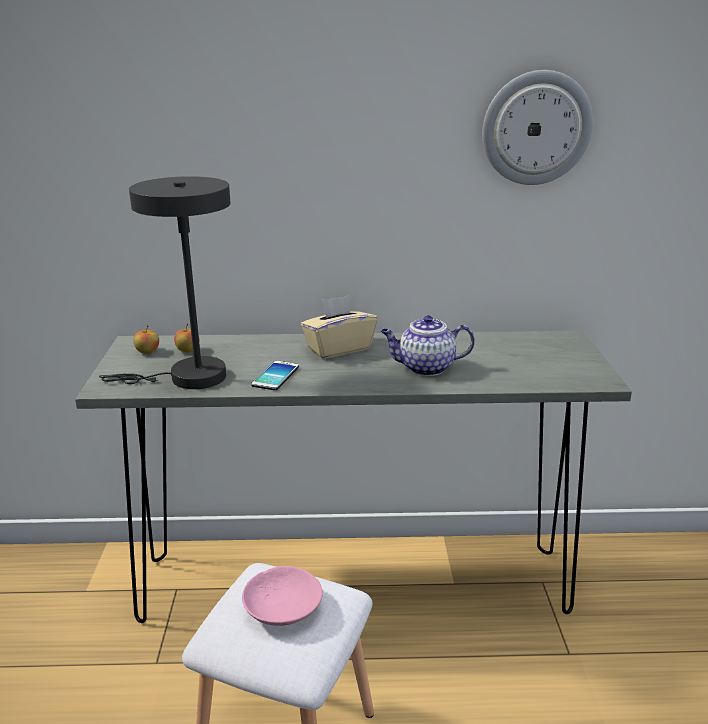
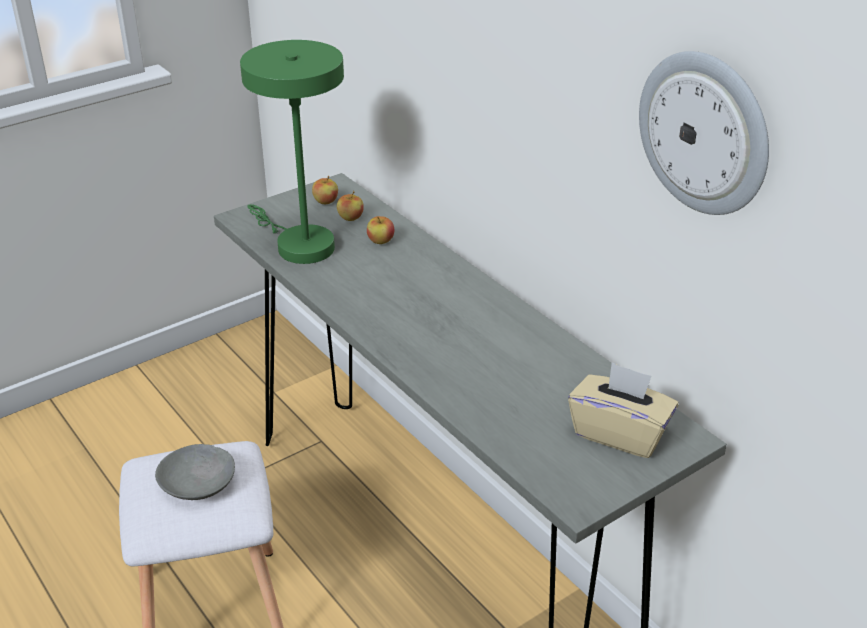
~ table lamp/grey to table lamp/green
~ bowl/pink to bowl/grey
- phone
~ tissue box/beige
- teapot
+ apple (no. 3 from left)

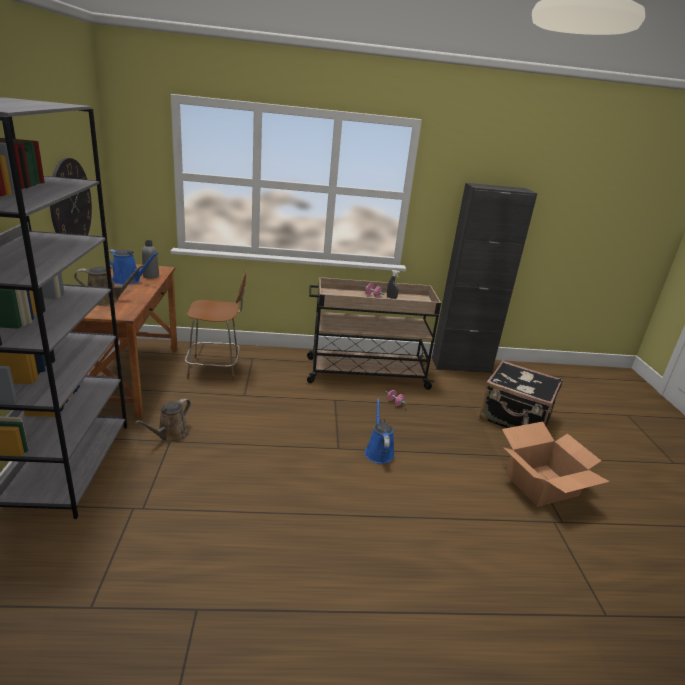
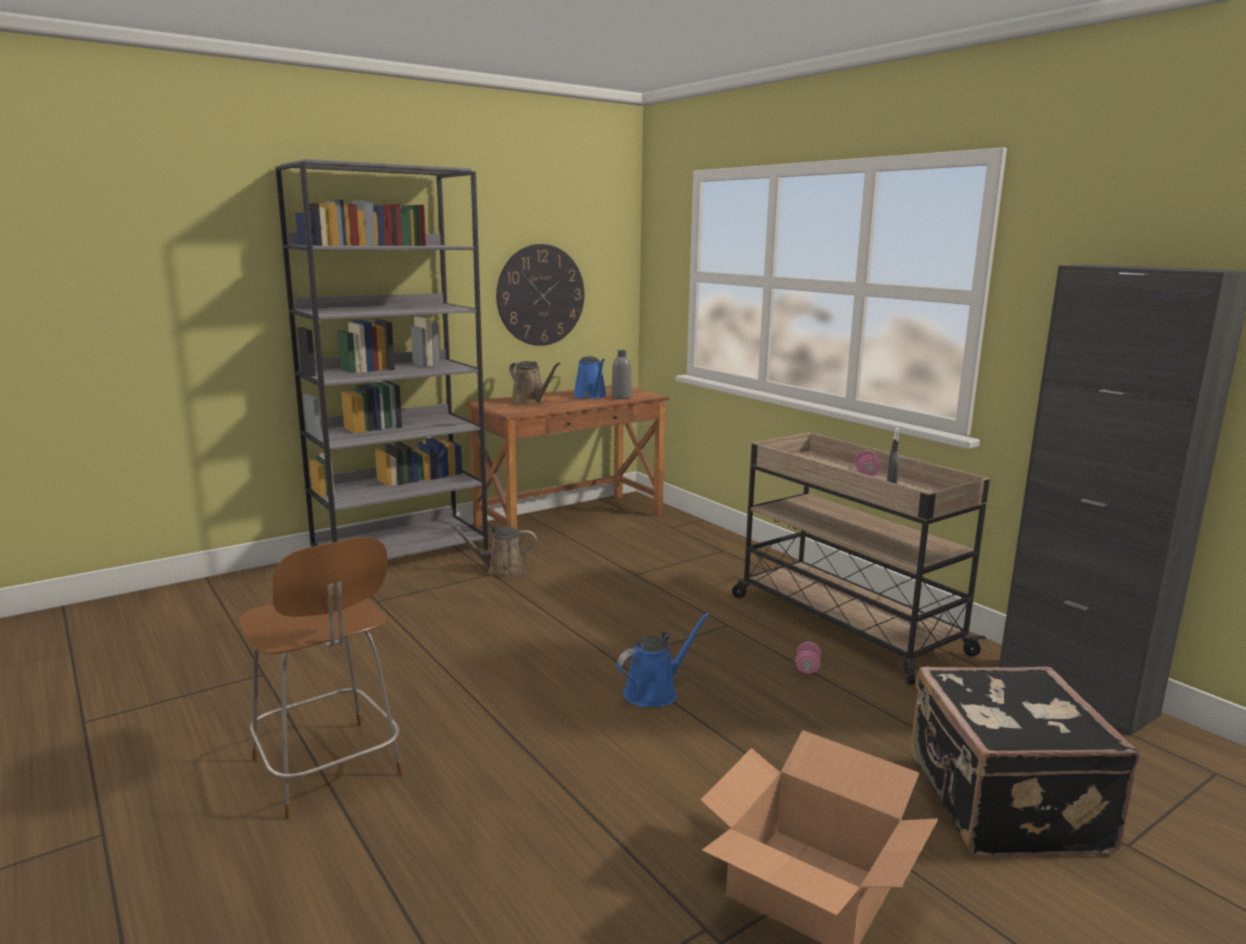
~ chair/brown

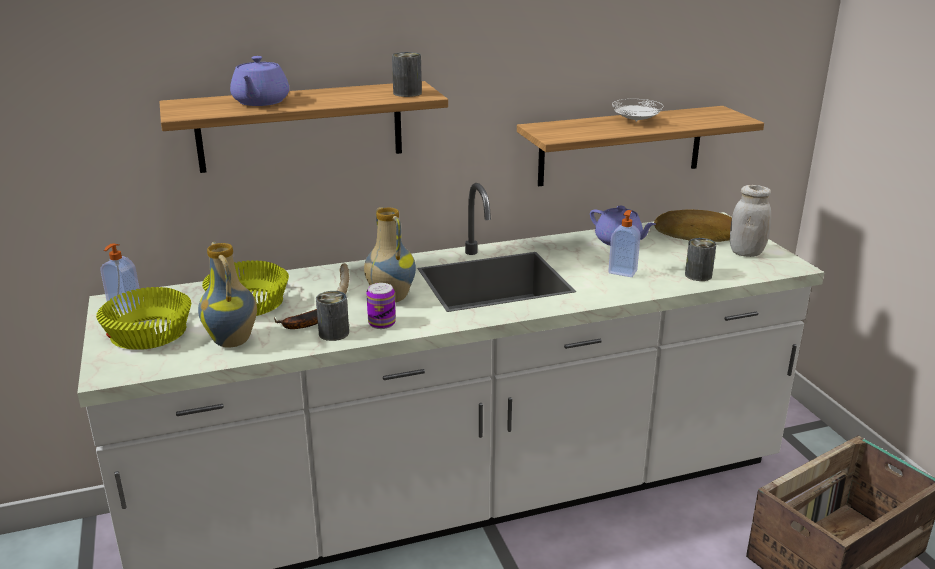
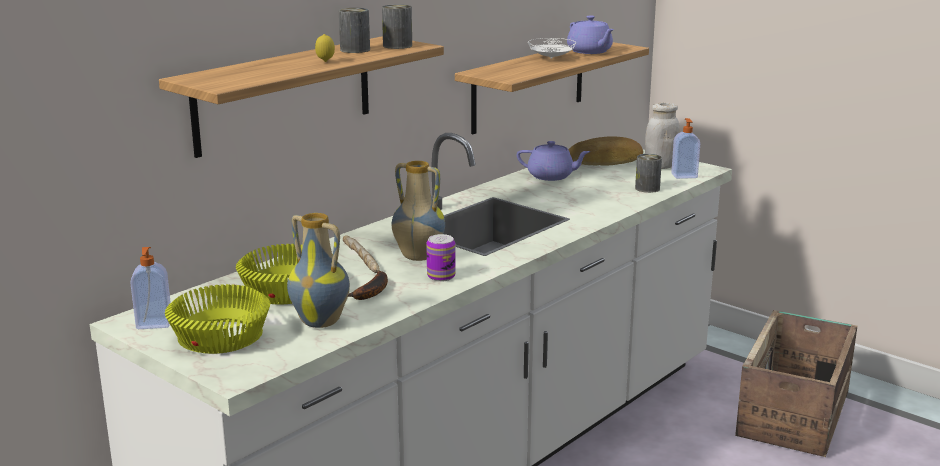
~ teapot/purple (no. 1 from left in the first image) to teapot/purple (no. 2 from left)
~ can (no. 1 from left)
~ soap dispenser (no. 2 from left)
+ lemon

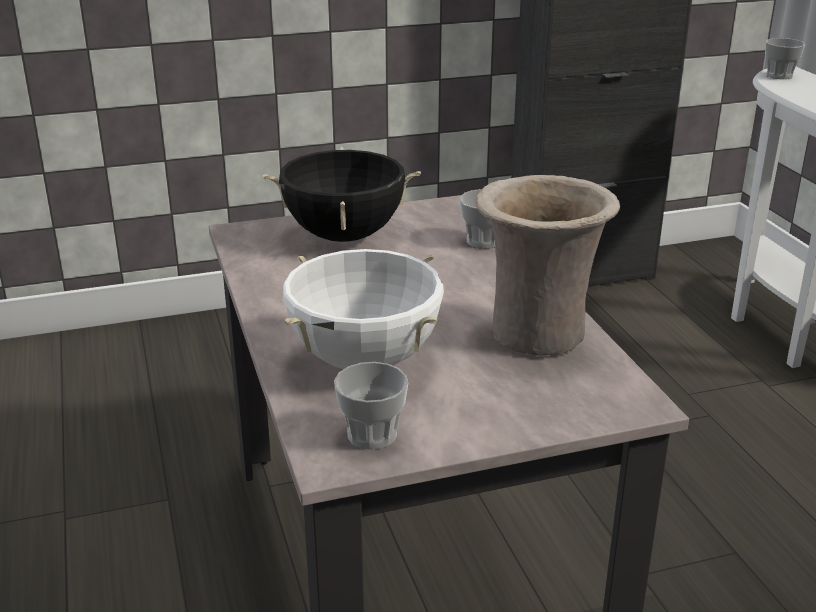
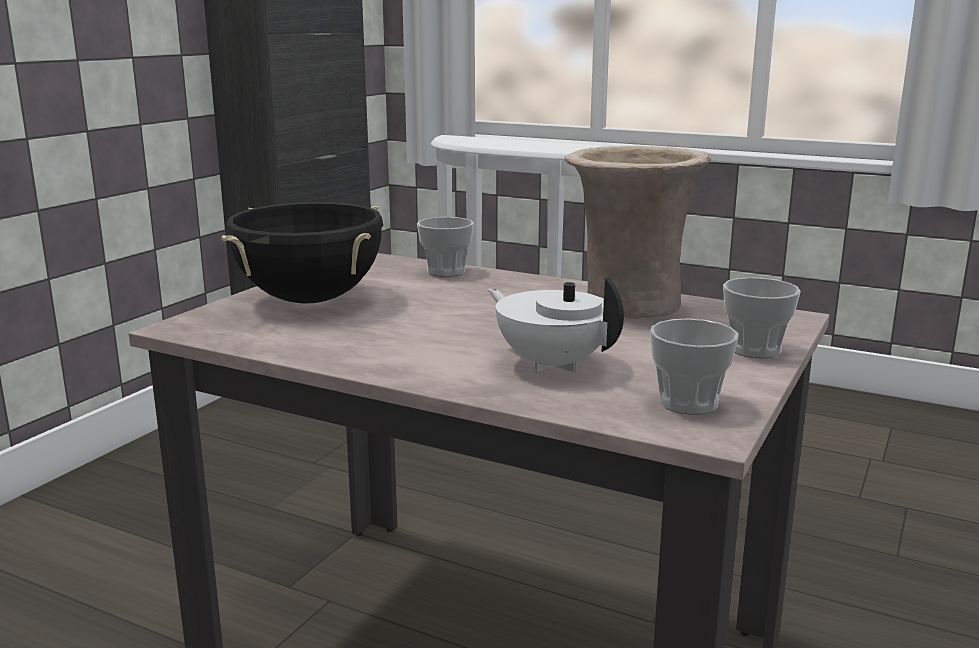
~ cooking pot/white to teapot/white
~ cup (no. 3 from left)

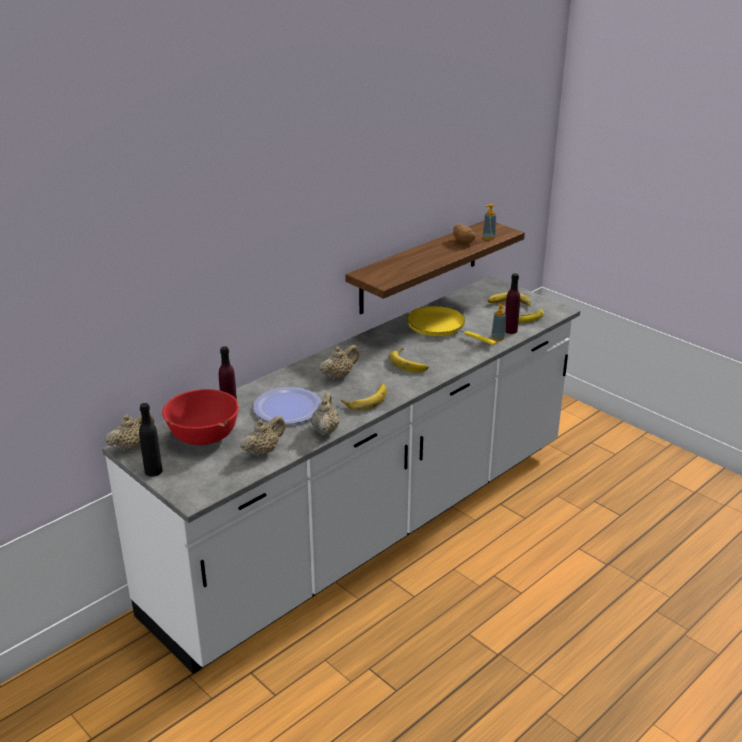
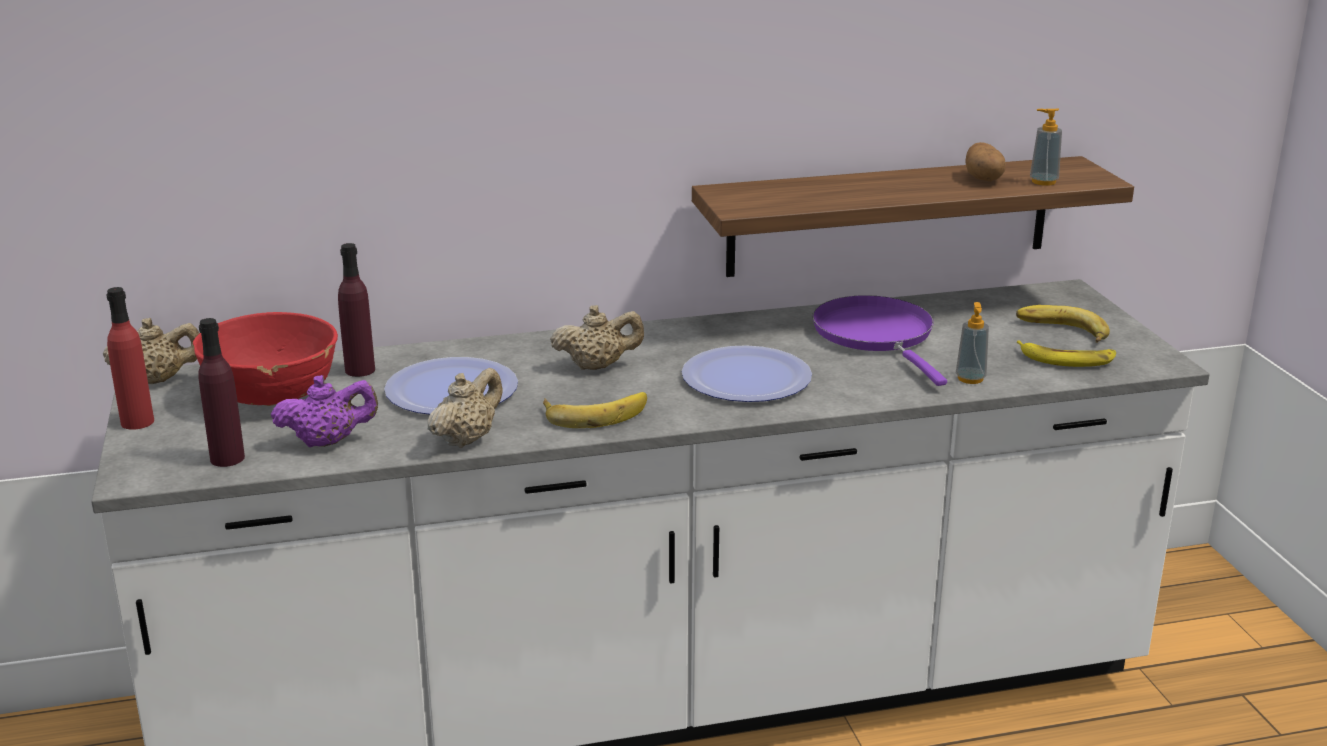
~ bottle/black to bottle/red
~ teapot/beige (no. 2 from left) to teapot/purple
~ banana (no. 2 from left) to plate (no. 2 from left)
~ frying pan/yellow to frying pan/purple
~ bottle/purple (no. 2 from left in the first image) to bottle/purple (no. 1 from left)

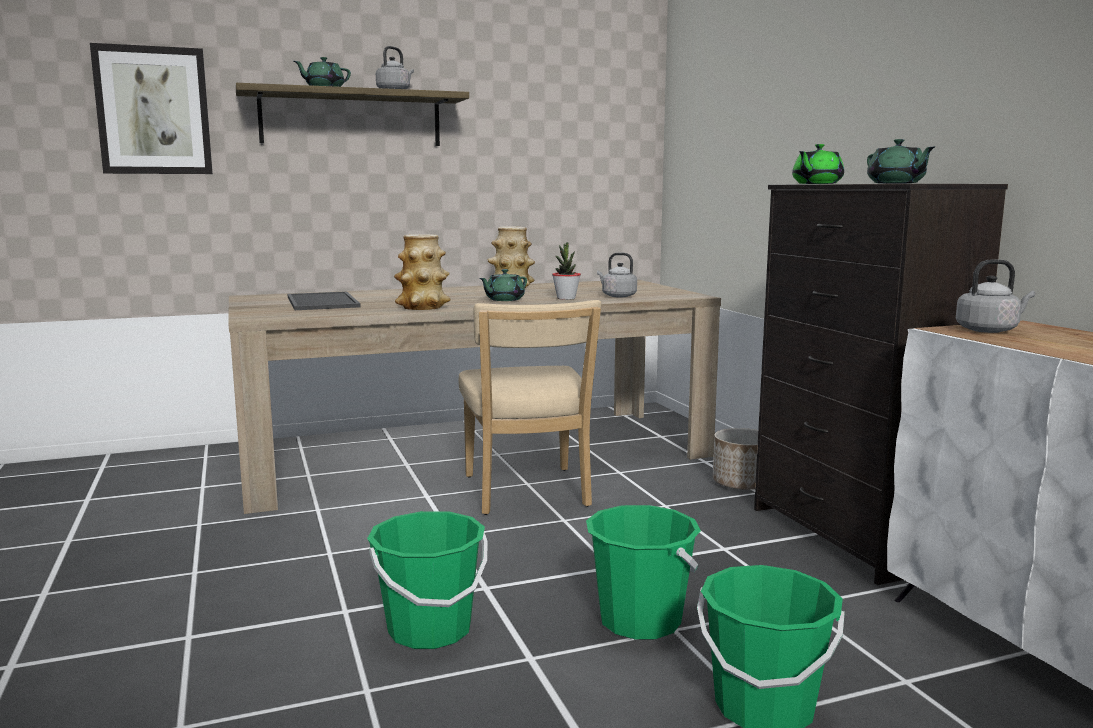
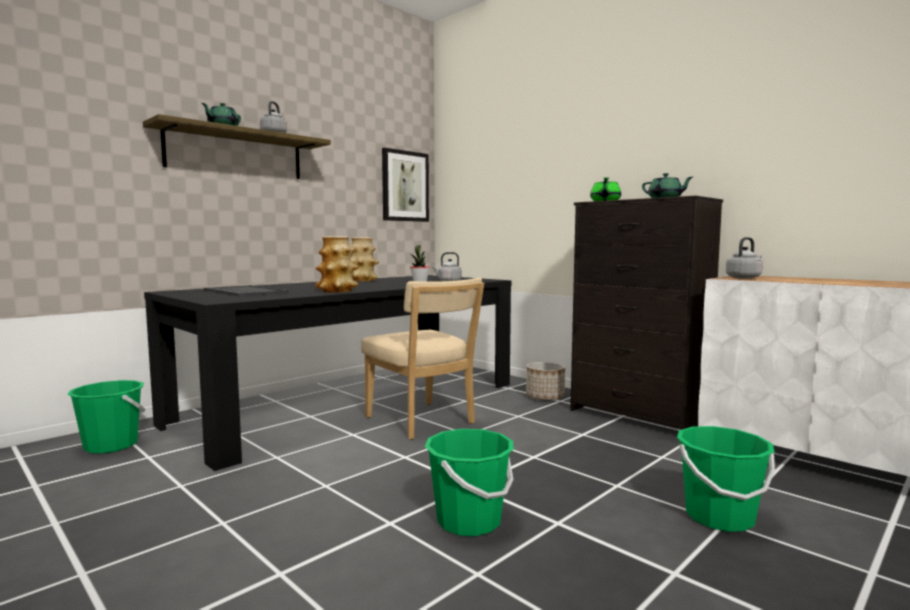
~ picture
~ dining table/beige to dining table/black
- teapot/green (no. 2 from left)
~ bucket/green (no. 2 from left in the first image) to bucket/green (no. 1 from left)

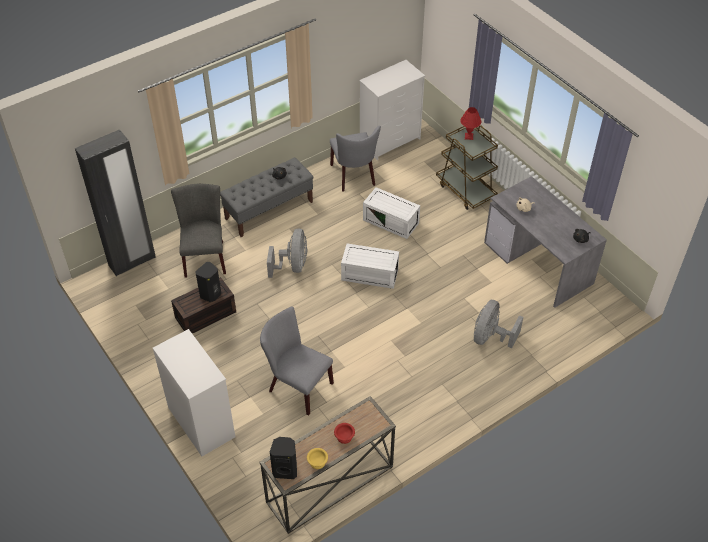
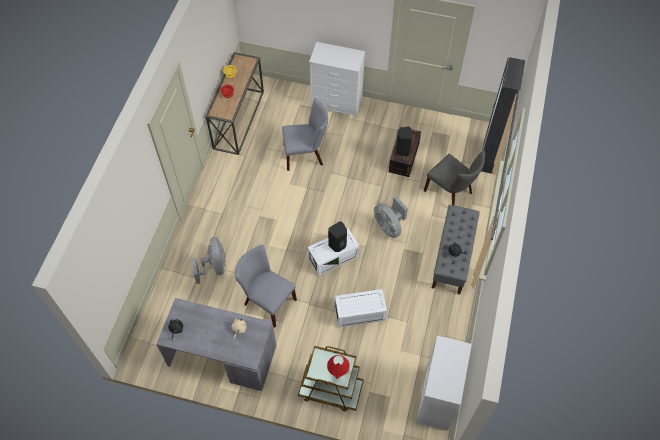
~ speaker/black (no. 2 from left in the first image) to speaker/black (no. 1 from left)
~ chair/grey (no. 3 from left in the first image) to chair/grey (no. 1 from left)

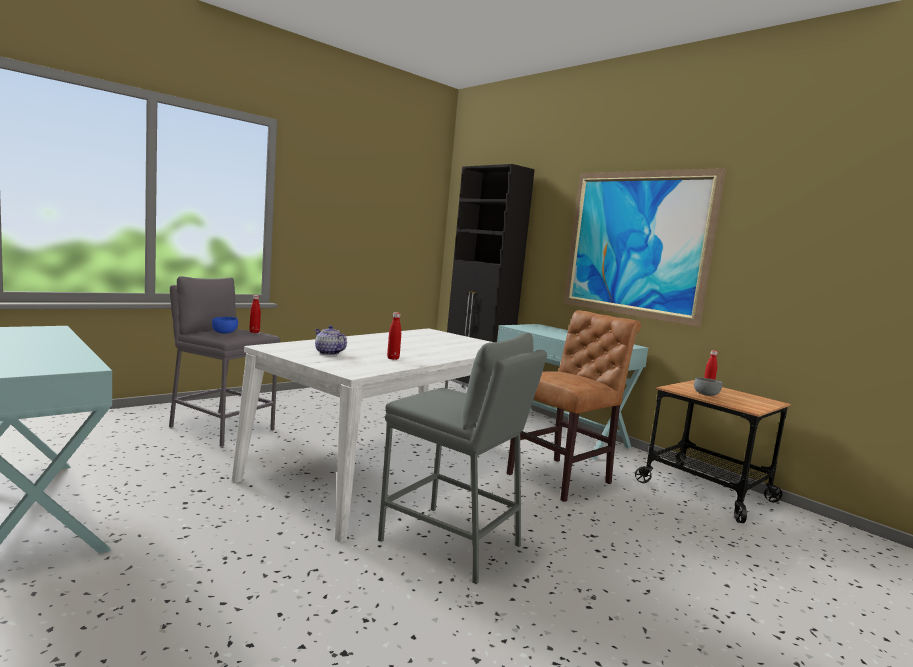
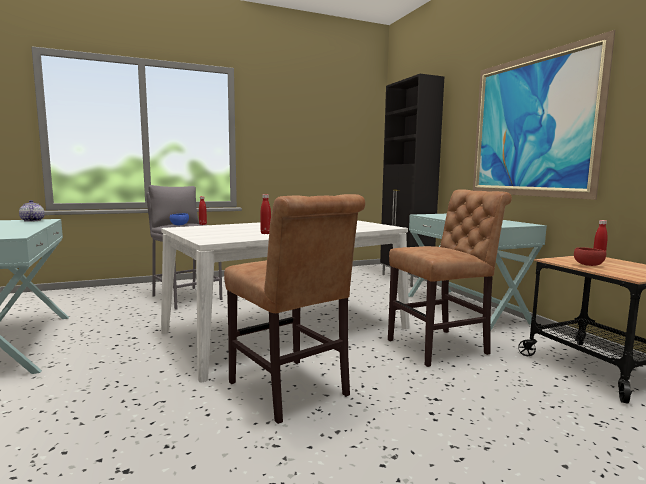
~ teapot
~ stool/grey (no. 2 from left) to chair/brown (no. 1 from left)
~ bowl/grey to bowl/red

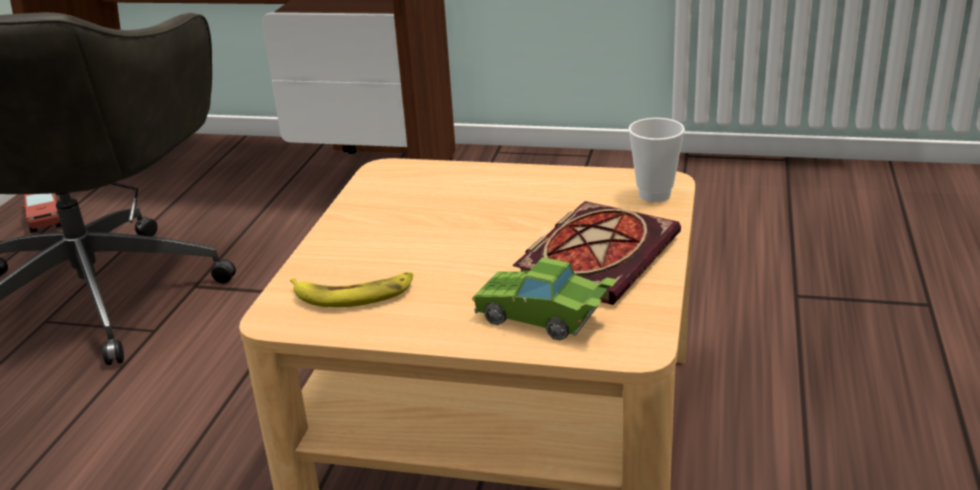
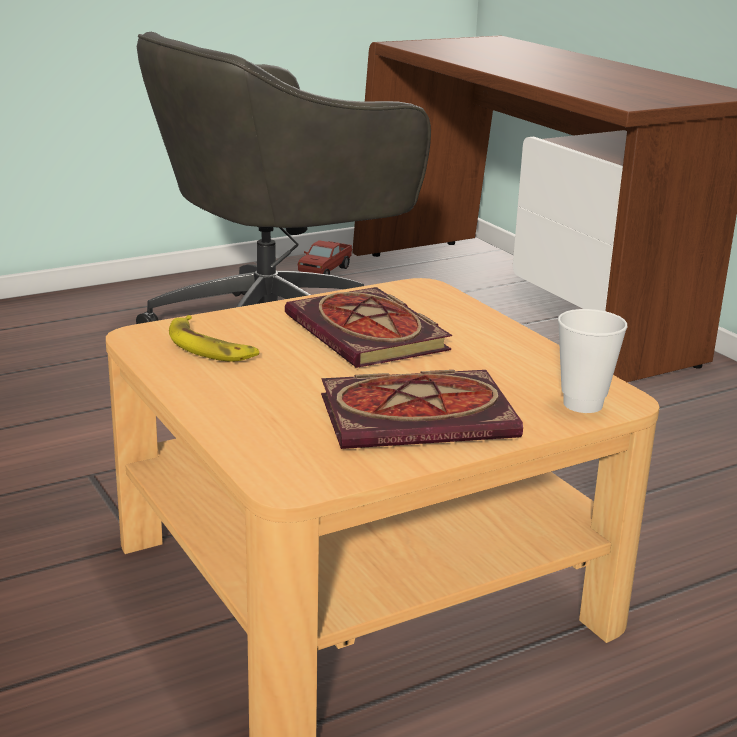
- toy car/green
+ book (no. 1 from left)

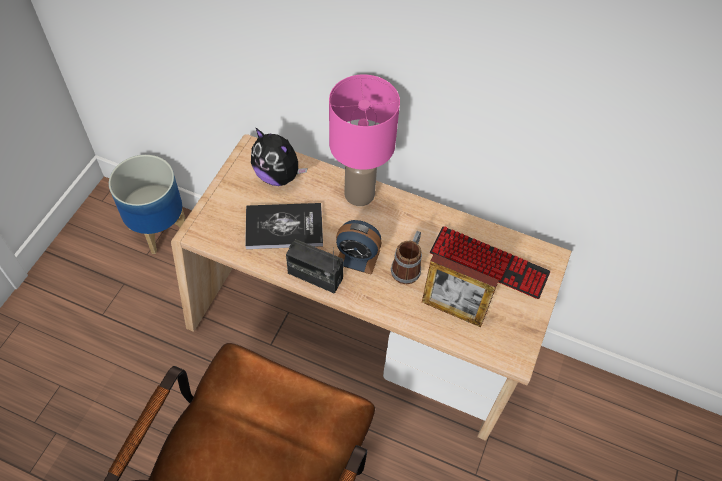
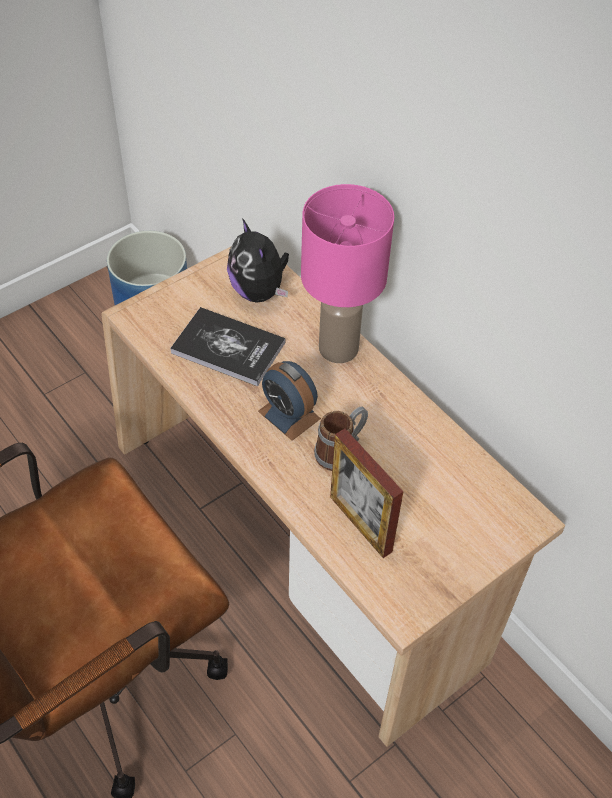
- radio
- keyboard

